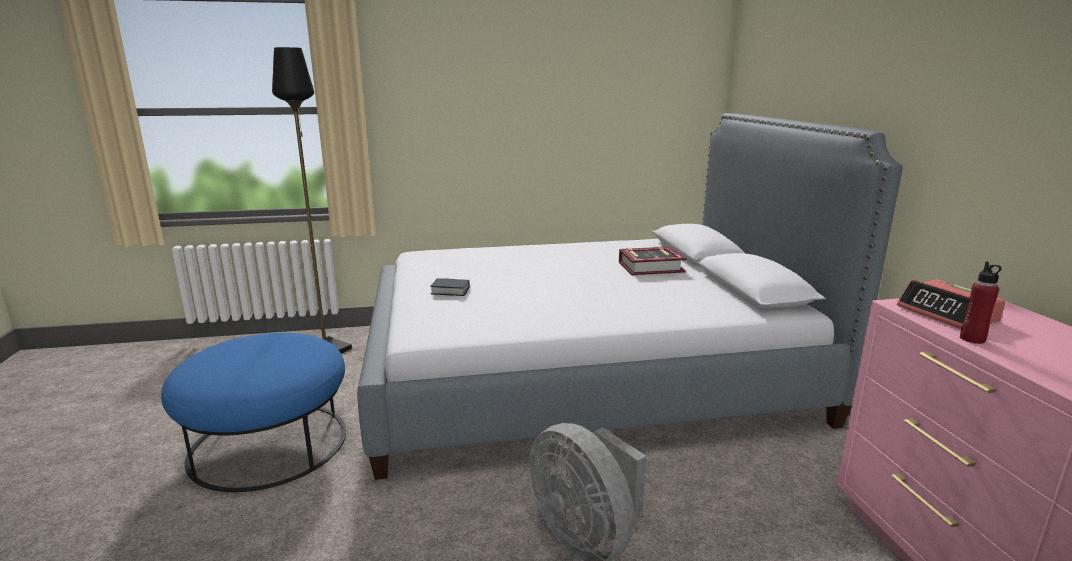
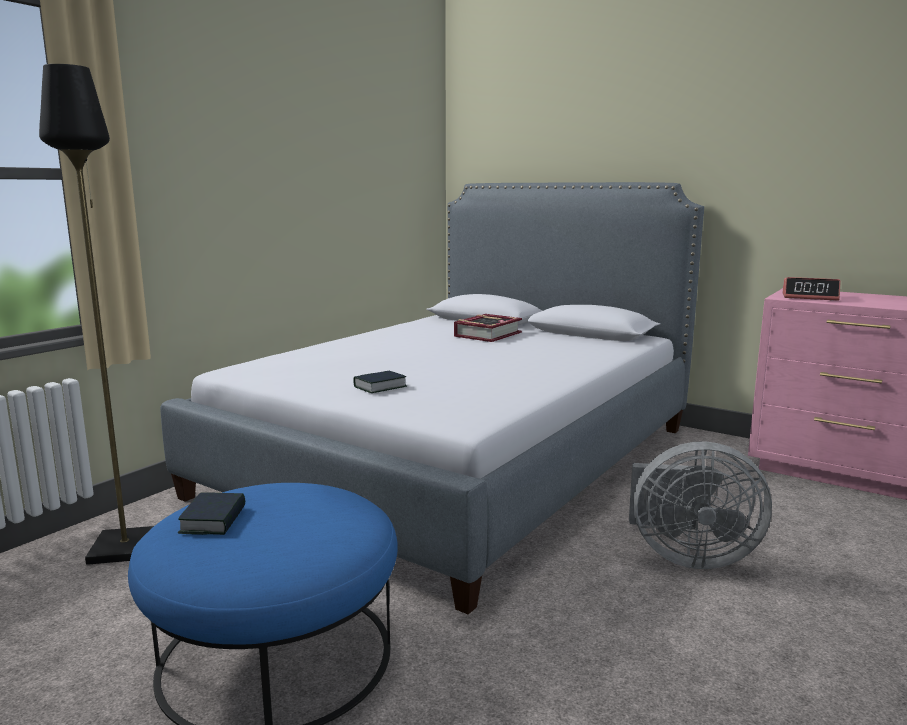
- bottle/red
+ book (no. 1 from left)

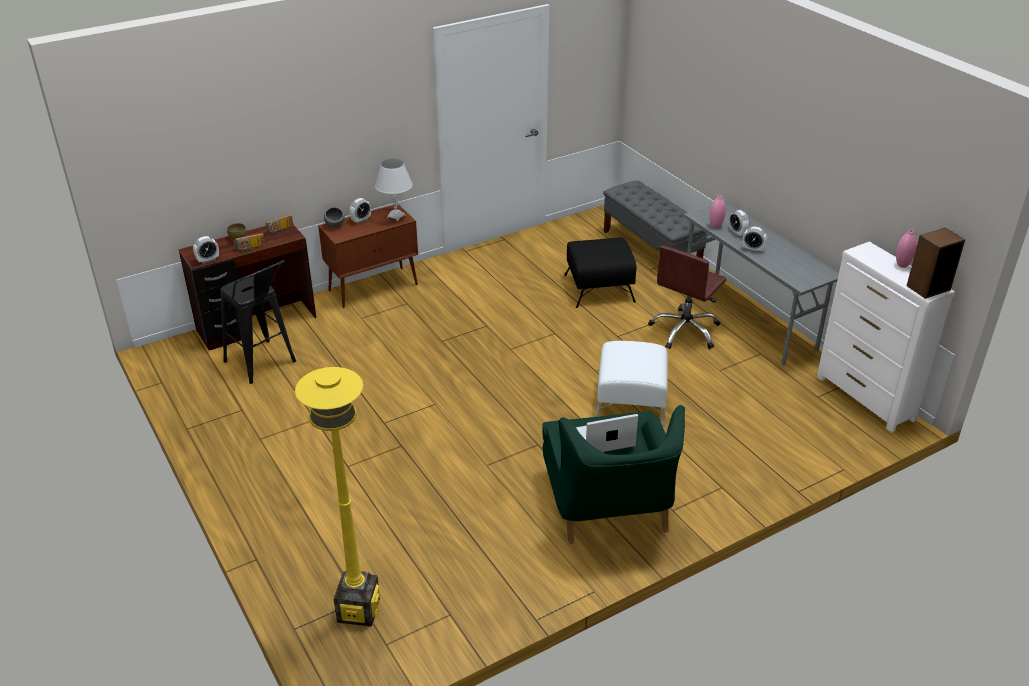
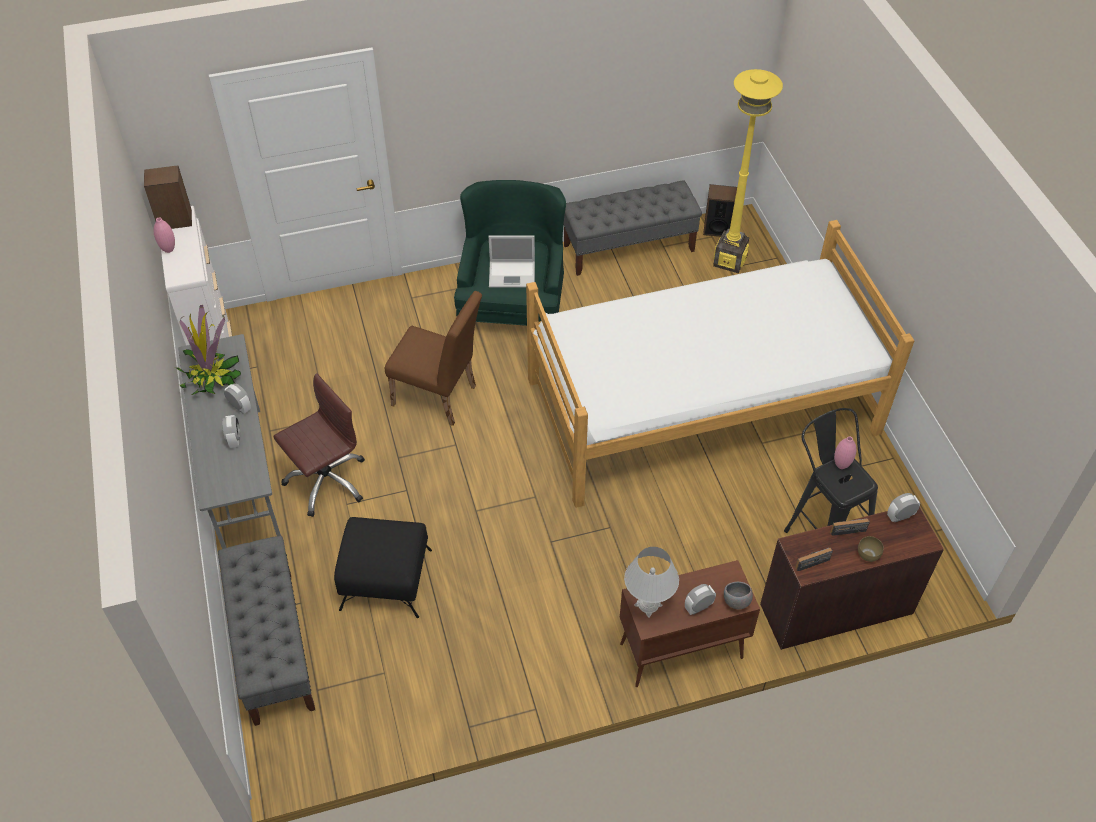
~ ottoman/white to chair/brown
~ vase/pink (no. 1 from left in the first image) to vase/pink (no. 2 from left)
+ potted plant
+ bed
+ bench/grey (no. 2 from left)
+ speaker (no. 2 from left)

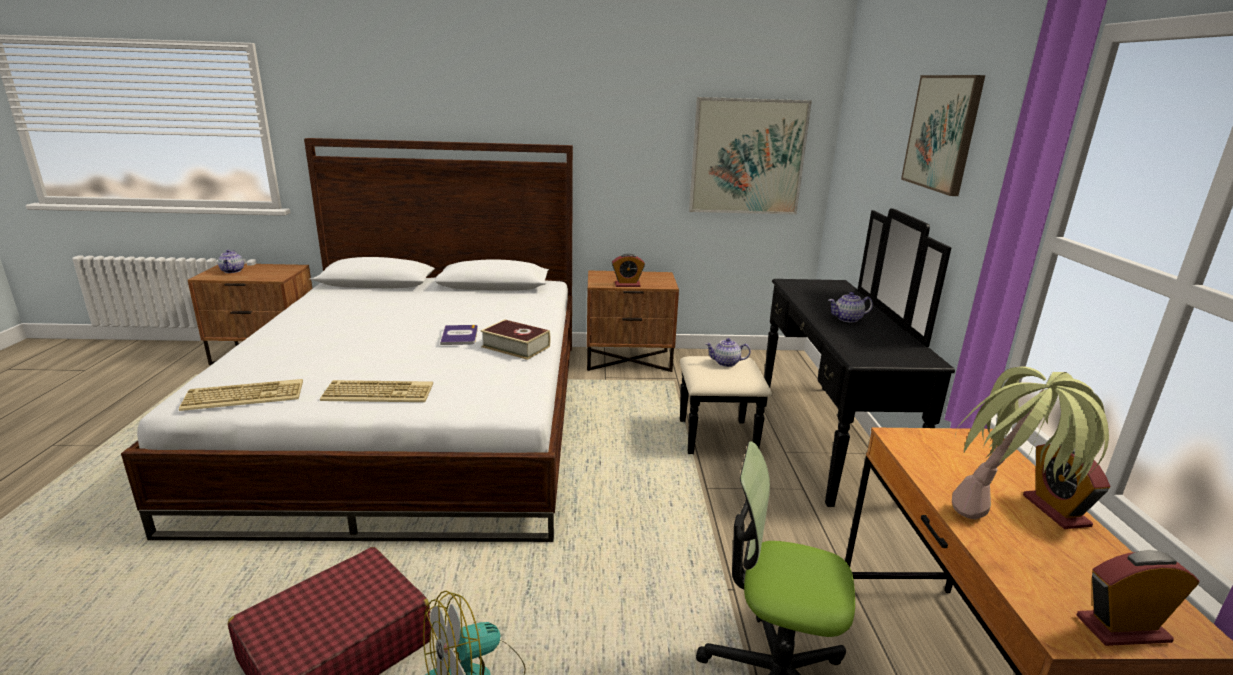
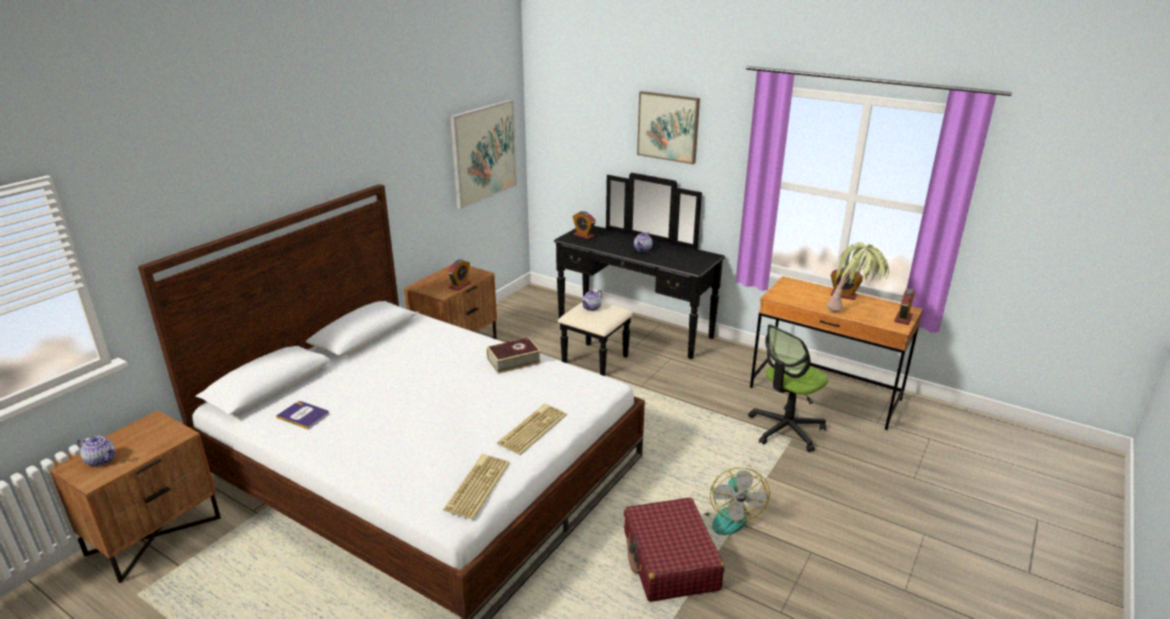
~ book (no. 1 from left)
+ alarm clock (no. 2 from left)

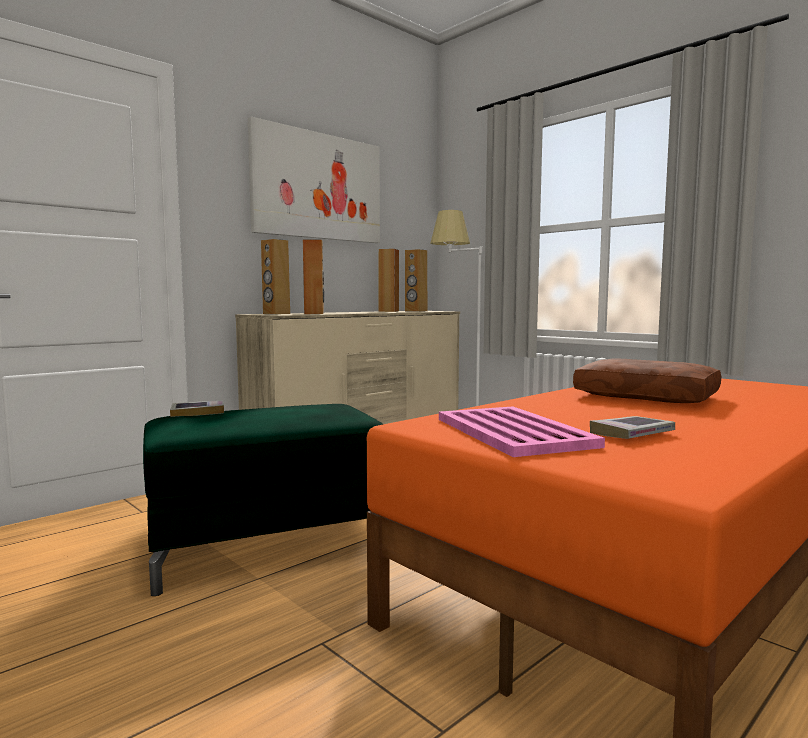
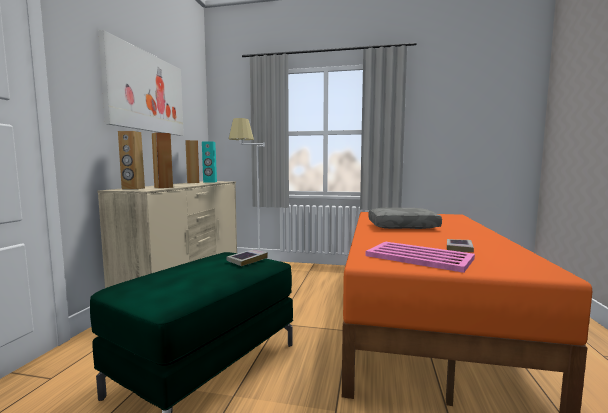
~ book (no. 1 from left)
~ speaker/brown (no. 4 from left) to speaker/turquoise
~ pillow/brown to pillow/grey

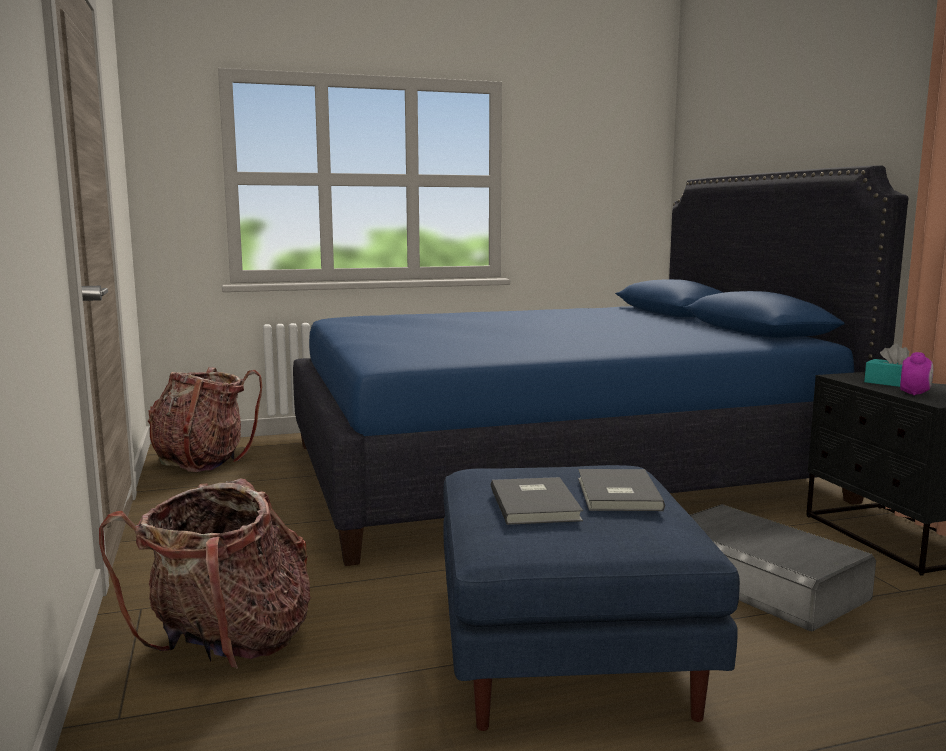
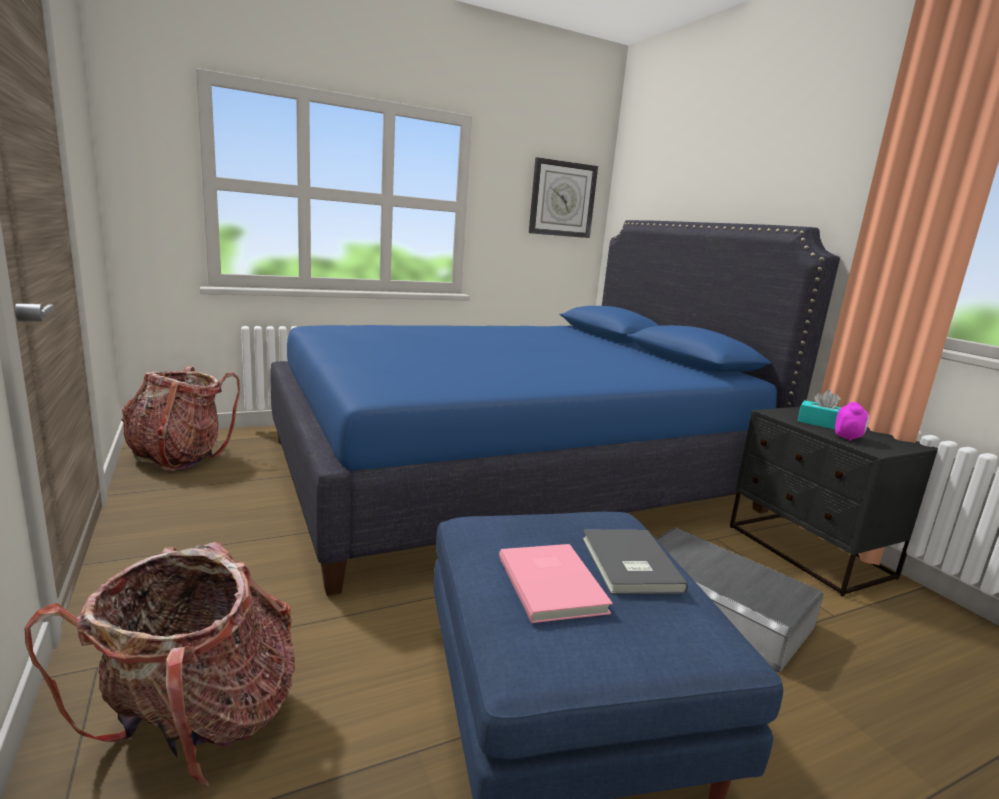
~ book/grey (no. 1 from left) to book/pink
+ wall clock

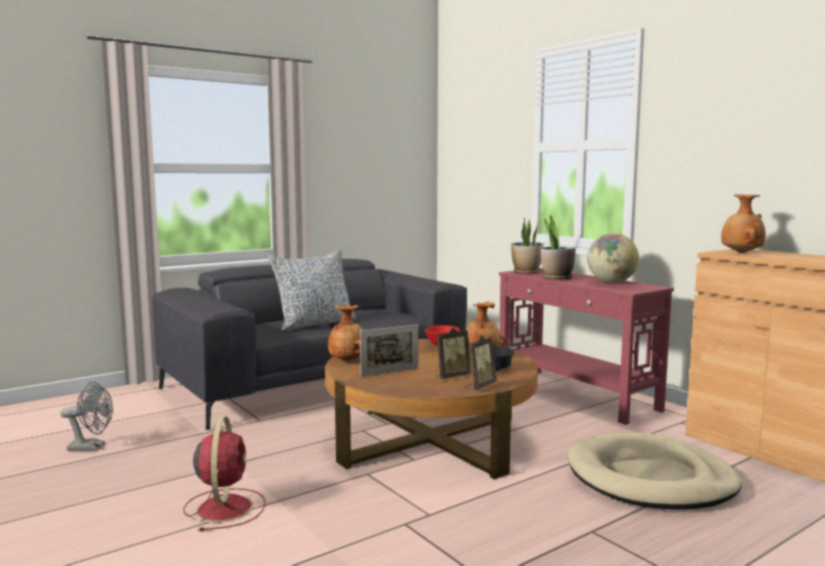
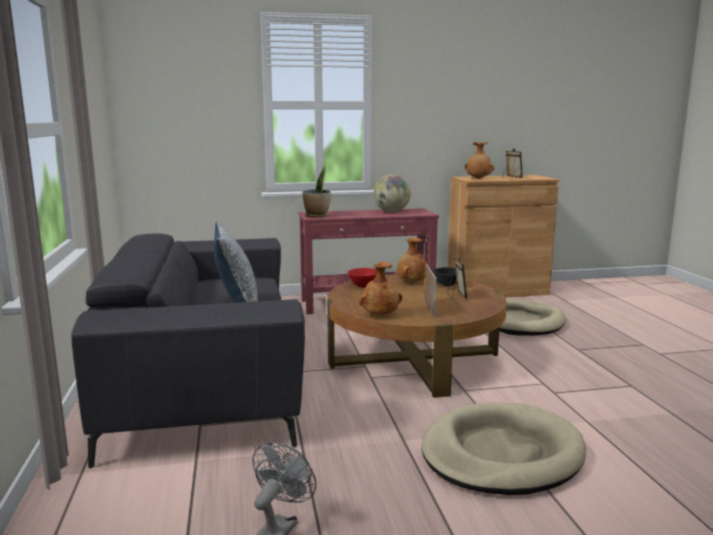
~ fan/red to dog bed/beige (no. 1 from left)
~ picture frame (no. 3 from left)
- potted plant (no. 2 from left)

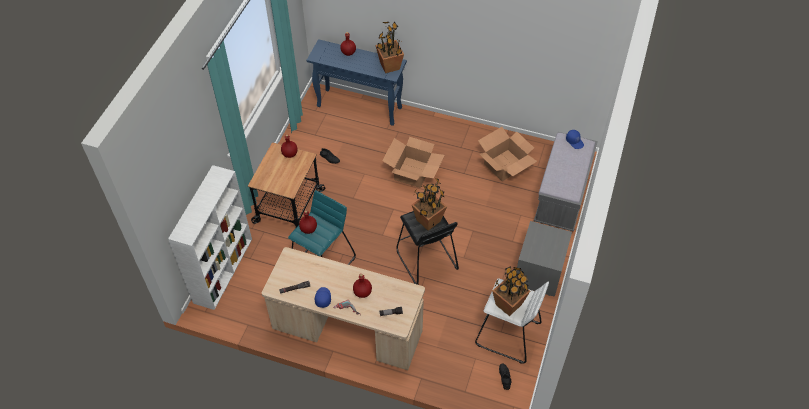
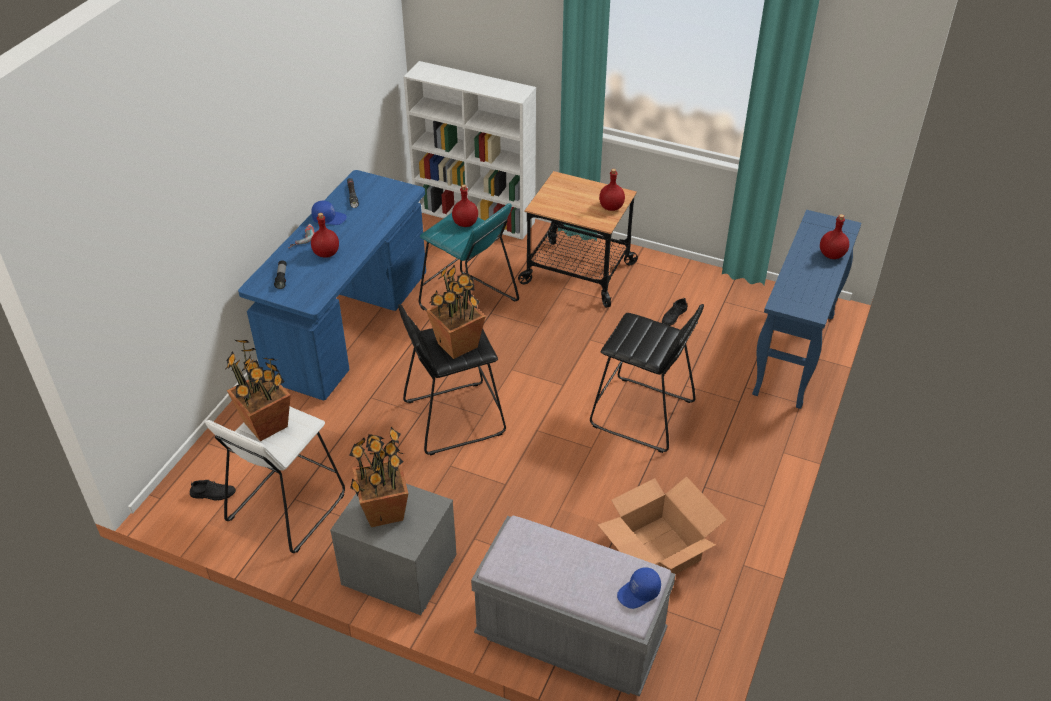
~ desk/beige to desk/blue
~ potted plant (no. 1 from left in the first image) to potted plant (no. 2 from left)
~ cardboard box (no. 1 from left) to stool/black (no. 2 from left)

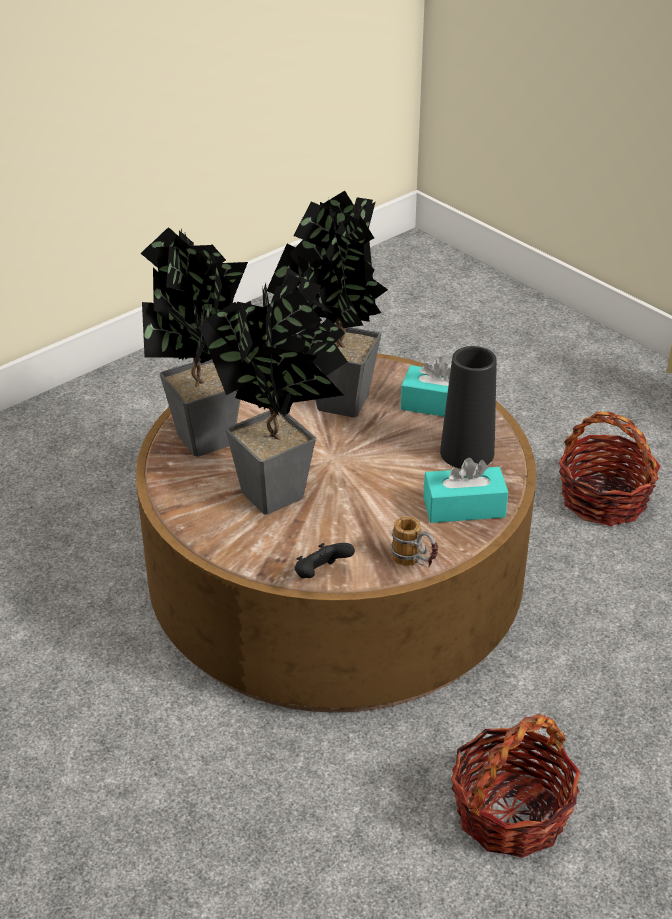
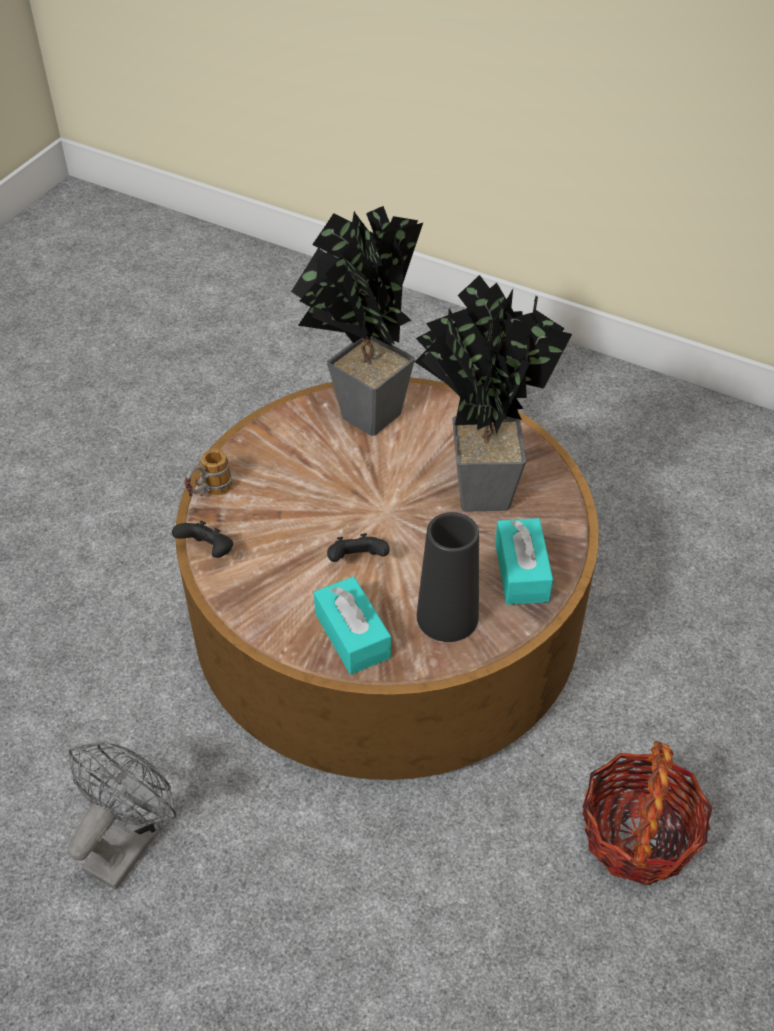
- potted plant (no. 2 from left)
~ mug
~ basket (no. 1 from left) to fan/grey
+ game controller/black (no. 2 from left)

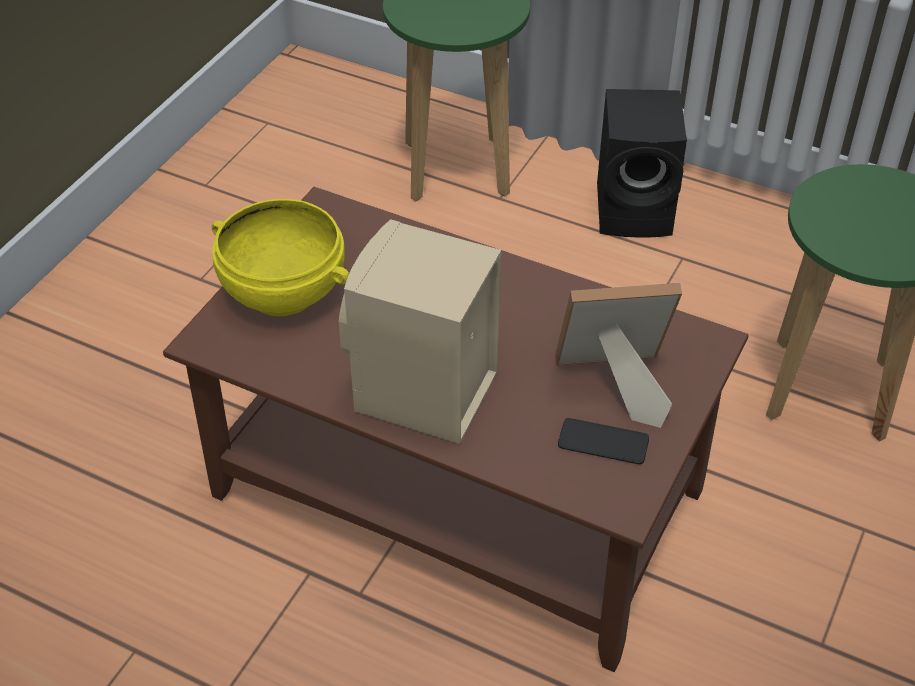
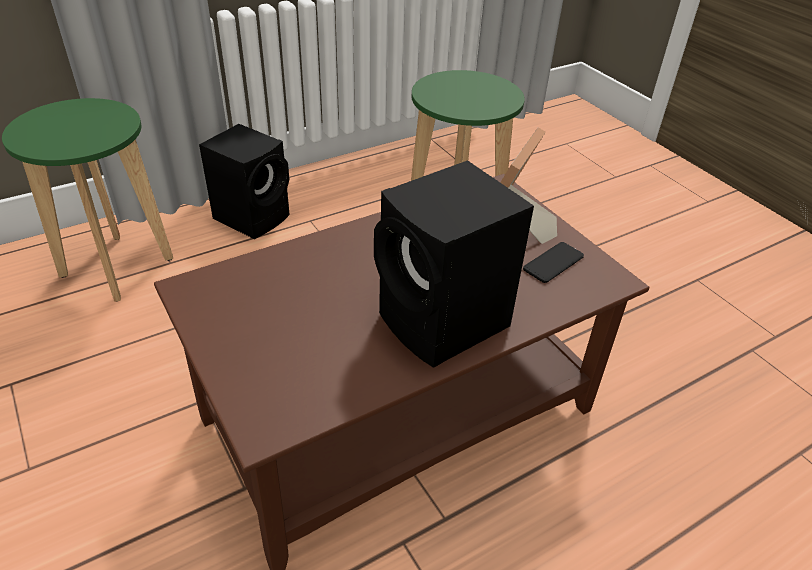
- bowl/yellow
~ speaker/beige to speaker/black (no. 2 from left)

